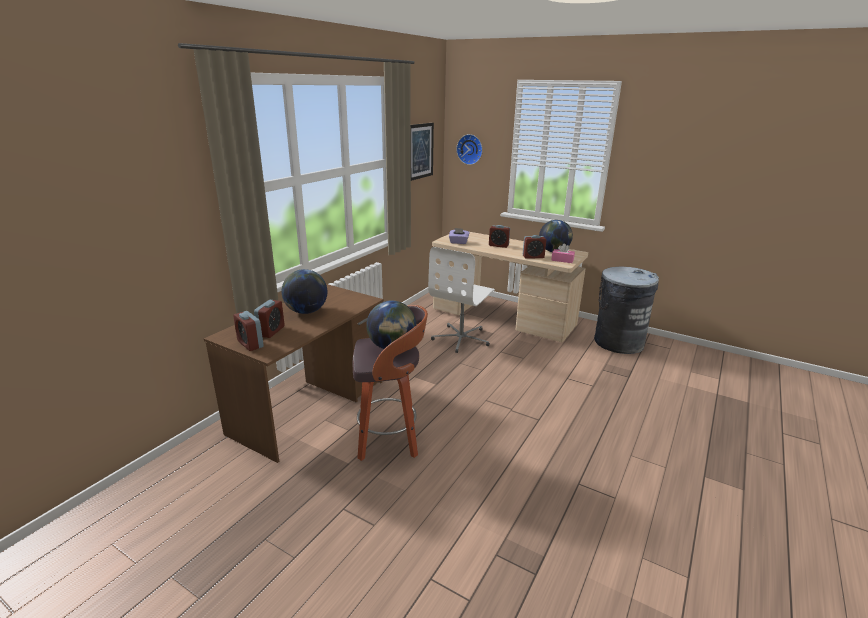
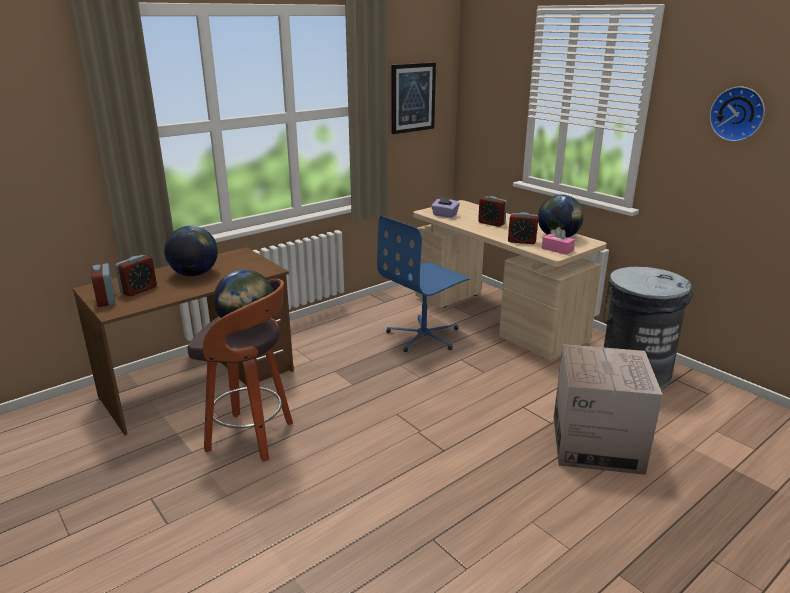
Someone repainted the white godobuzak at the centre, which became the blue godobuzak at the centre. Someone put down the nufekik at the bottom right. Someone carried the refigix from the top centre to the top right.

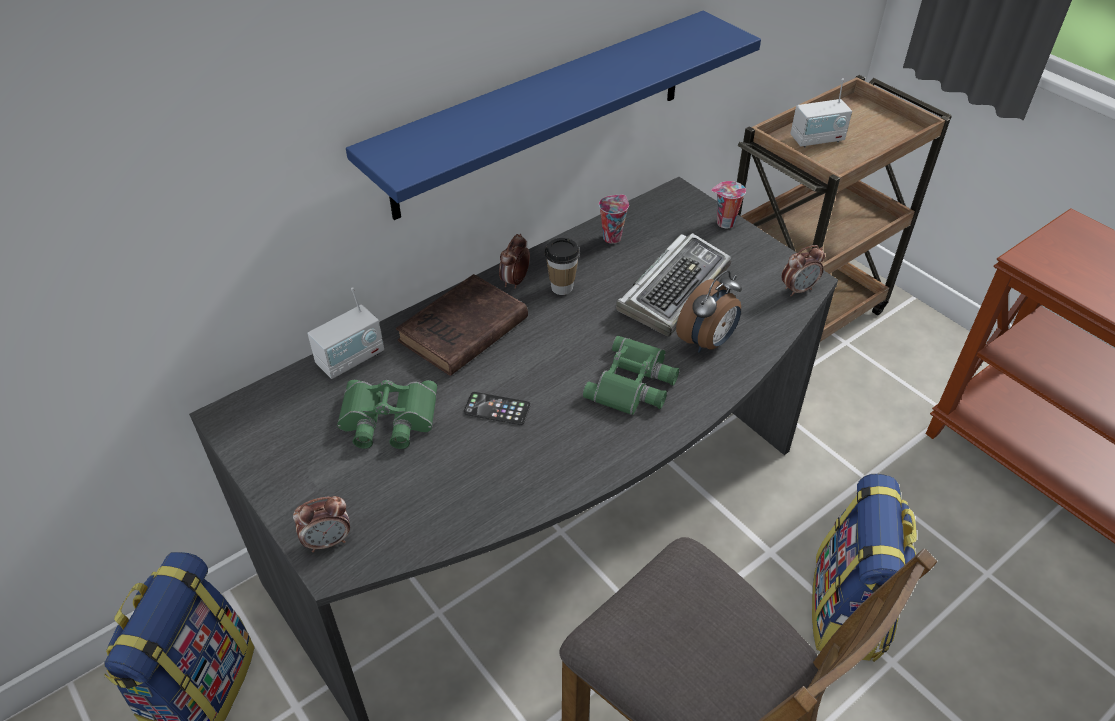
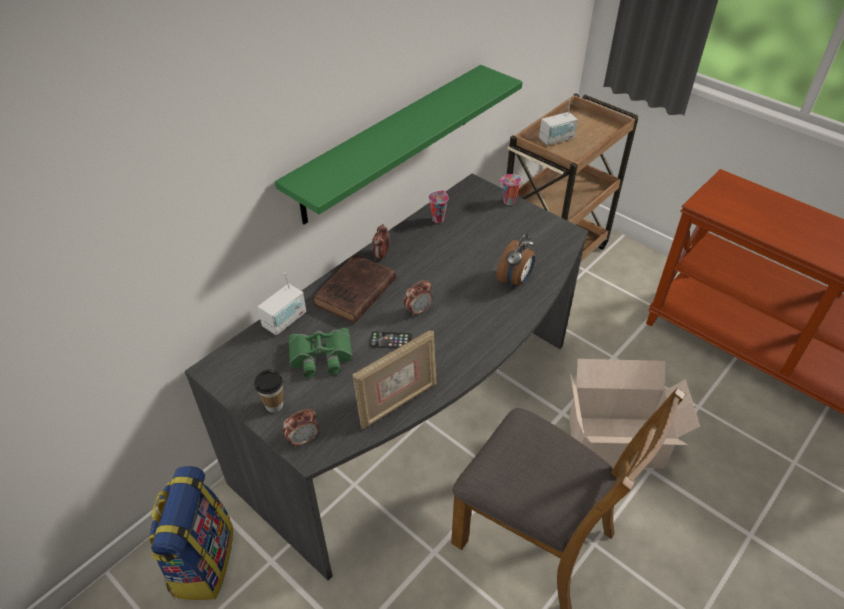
Someone carried the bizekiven (1st from left) from the centre to the middle left. Someone repainted the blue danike at the top centre, which became the green danike at the top centre. Someone put down the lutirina at the centre. Someone carried the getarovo (4th from left in the first image) from the middle right to the centre. Someone swapped the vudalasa (2nd from left) at the bottom right for the nufekik at the bottom right. Someone took away the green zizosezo (2nd from left) at the centre. Someone took away the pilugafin at the centre.

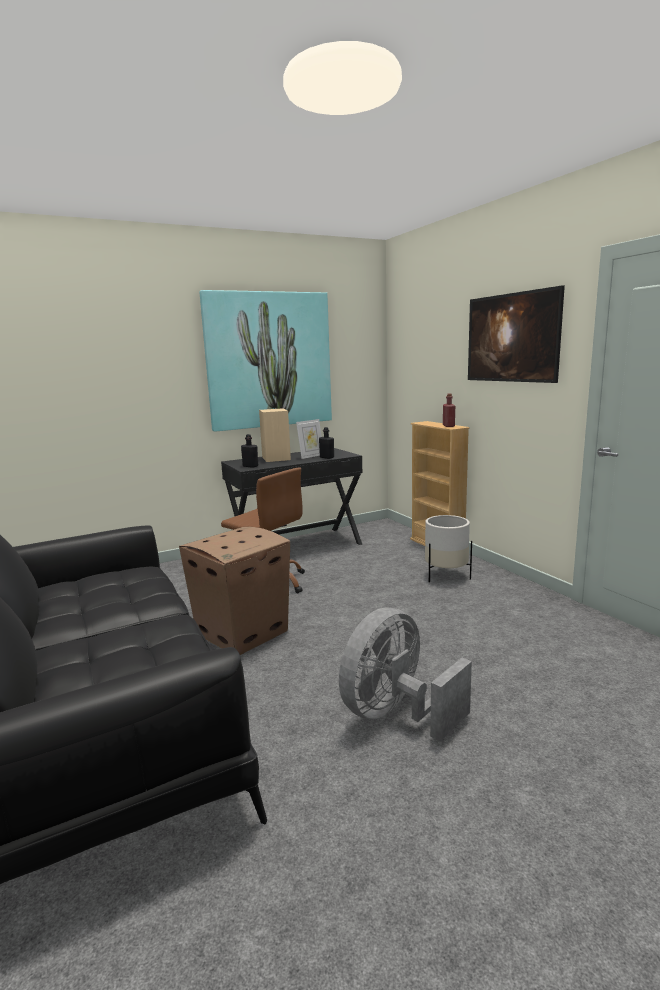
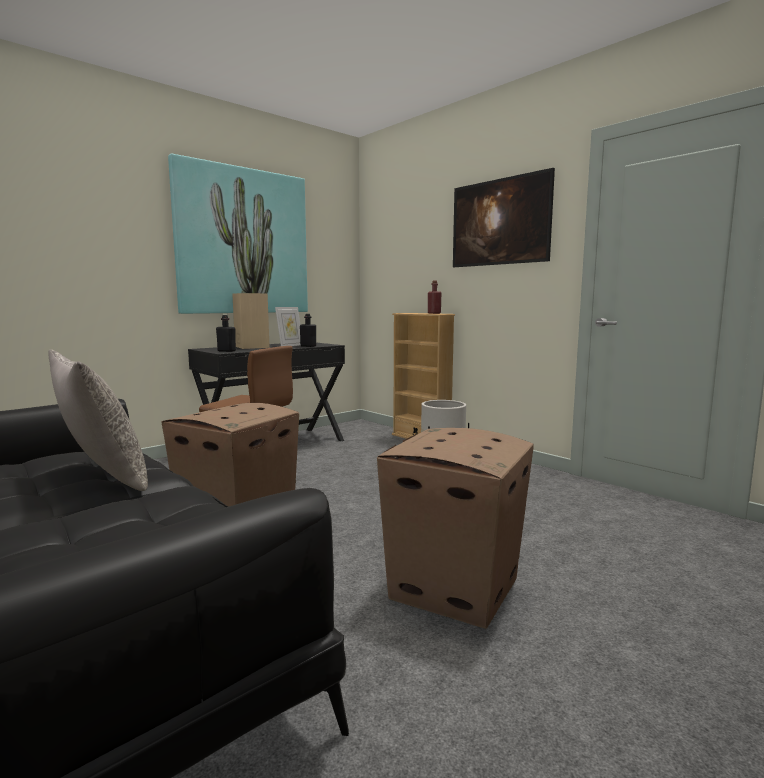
Someone put down the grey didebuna at the middle left. Someone swapped the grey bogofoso at the bottom centre for the nufekik (2nd from left) at the bottom centre.

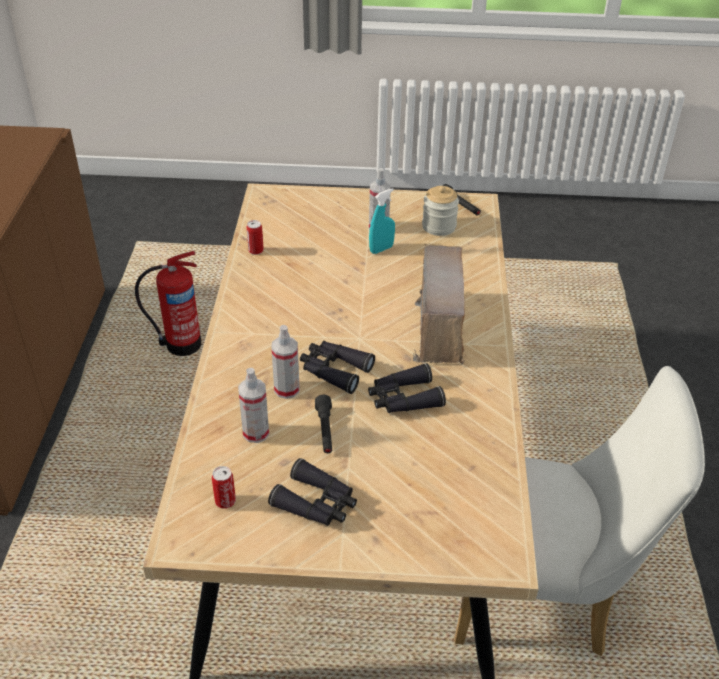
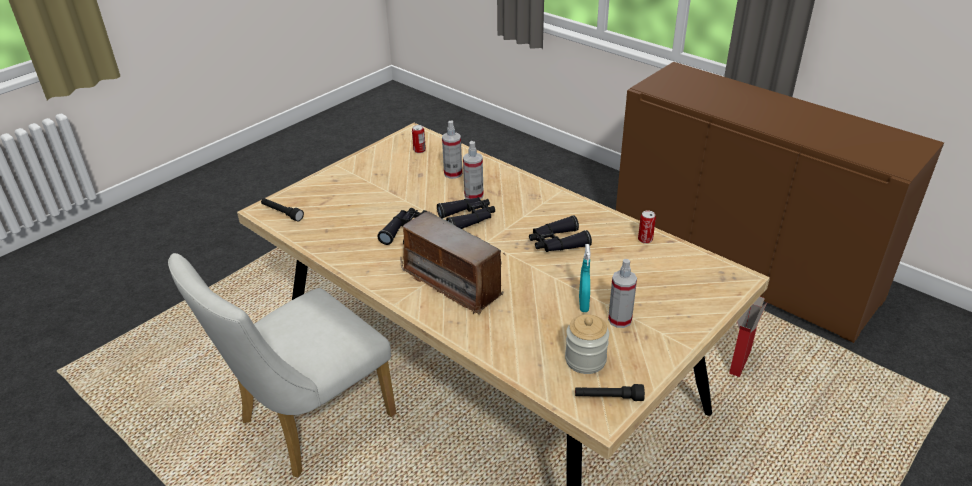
Someone carried the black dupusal (1st from left) from the centre to the middle left. Someone carried the black zizosezo (1st from left in the first image) from the bottom centre to the centre. Someone swapped the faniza at the middle left for the nufekik at the bottom right.

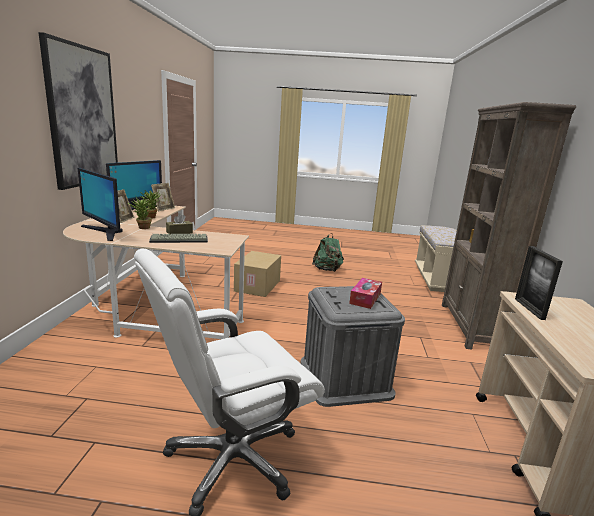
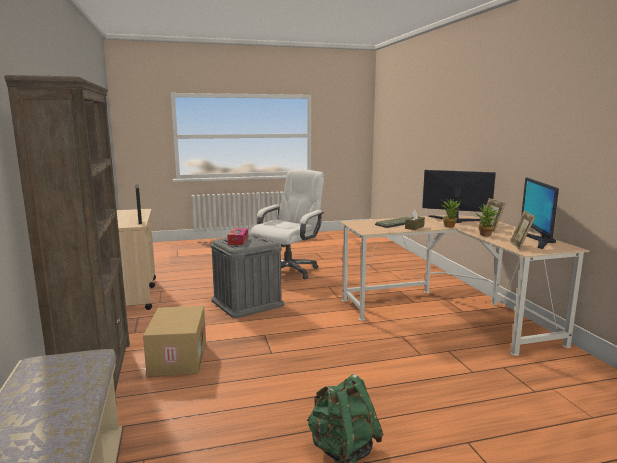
Someone carried the nufekik from the centre to the bottom left. Someone took away the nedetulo at the top left.

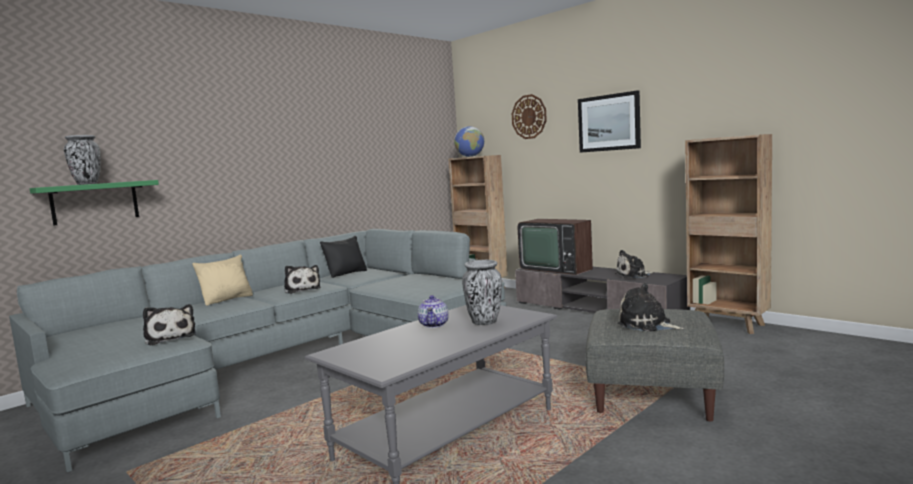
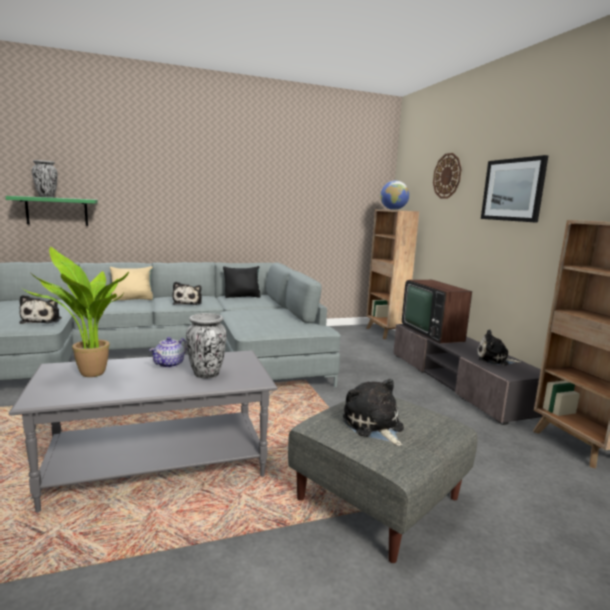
Someone put down the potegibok at the middle left.

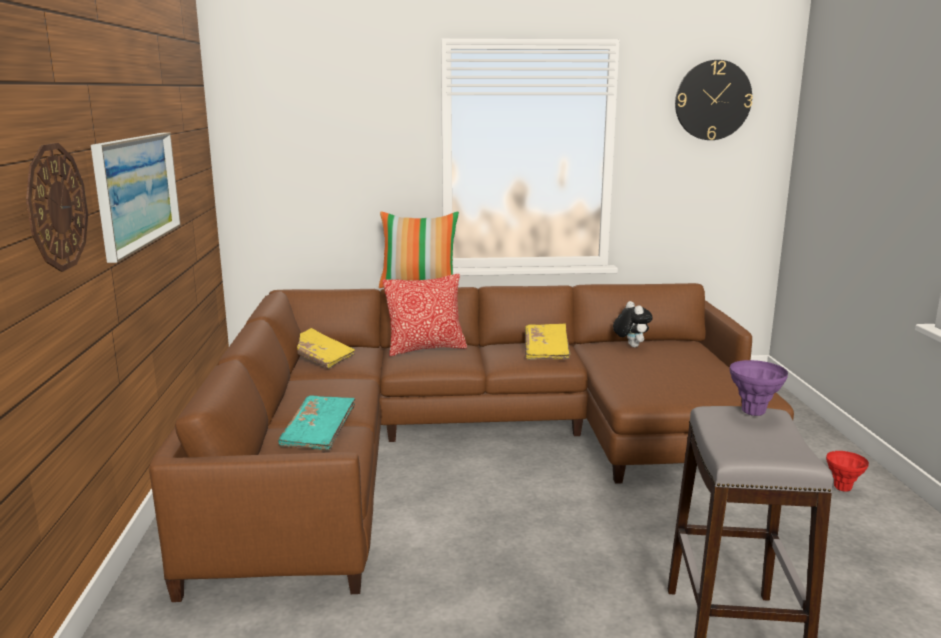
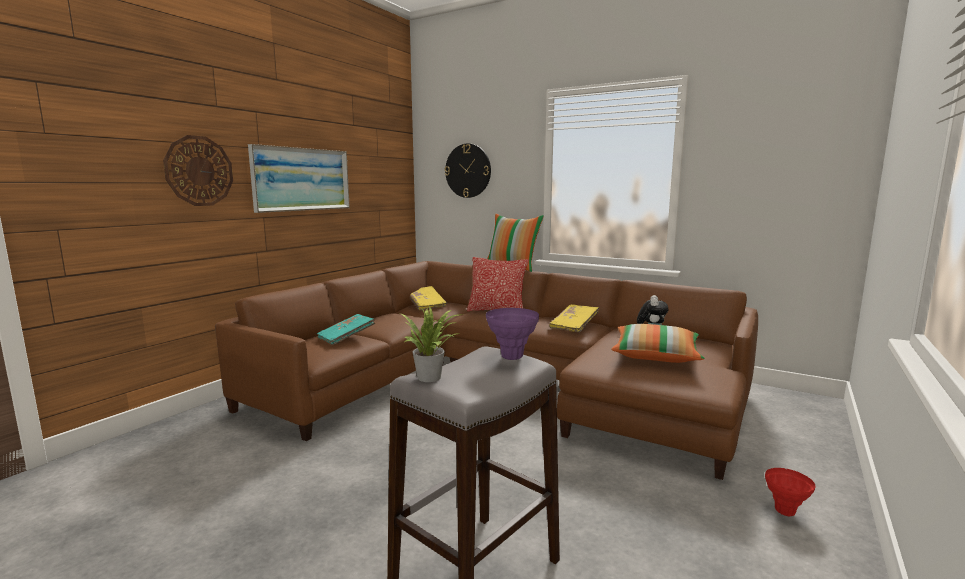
Someone put down the potegibok at the centre. Someone carried the refigix (2nd from left) from the top right to the top centre. Someone put down the didebuna (3rd from left) at the middle right.

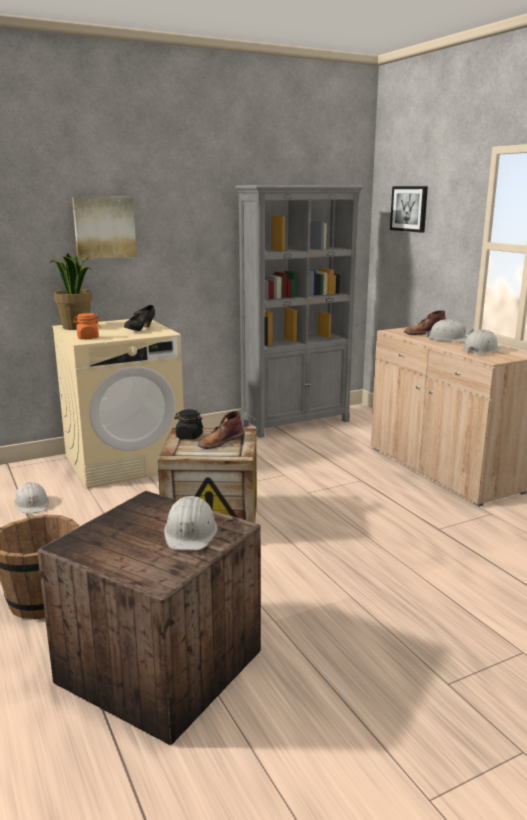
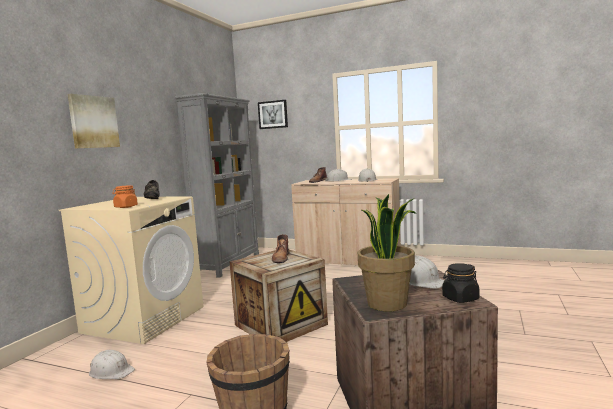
Someone carried the potegibok from the middle left to the centre. Someone carried the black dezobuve from the centre to the bottom right.

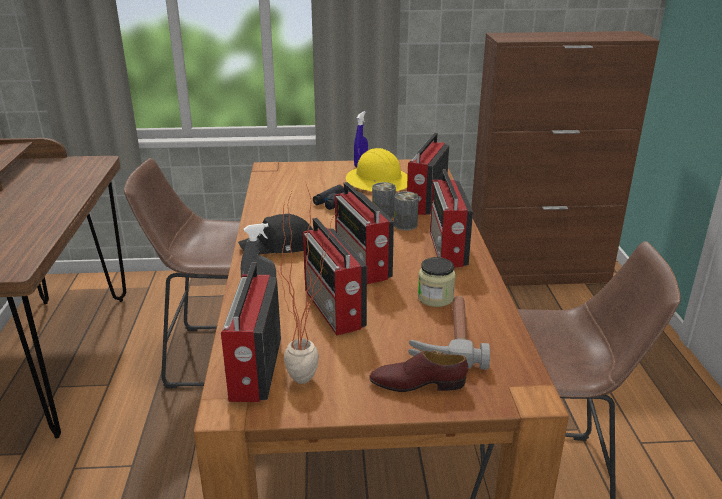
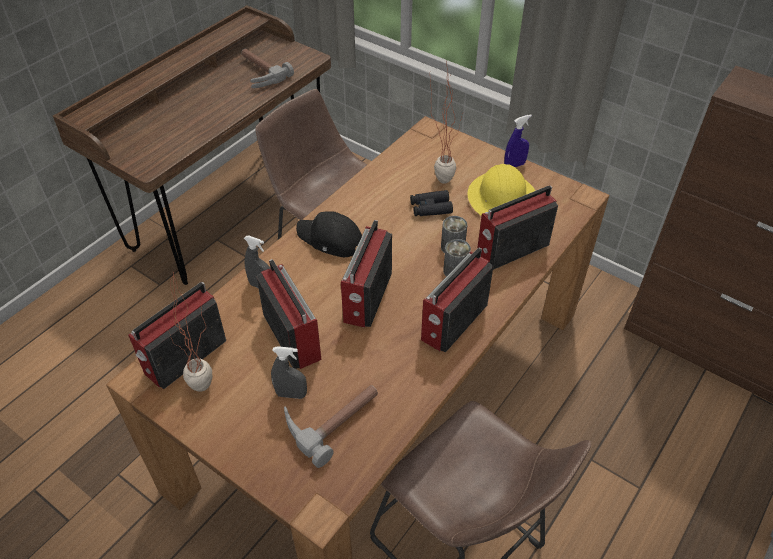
Someone put down the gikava (1st from left) at the top centre. Someone rotated the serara (2nd from left) at the centre by 135 degrees clockwise. Someone put down the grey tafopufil (2nd from left) at the centre. Someone put down the potegibok (2nd from left) at the top centre. Someone took away the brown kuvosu at the bottom centre. Someone took away the dezobuve at the centre.

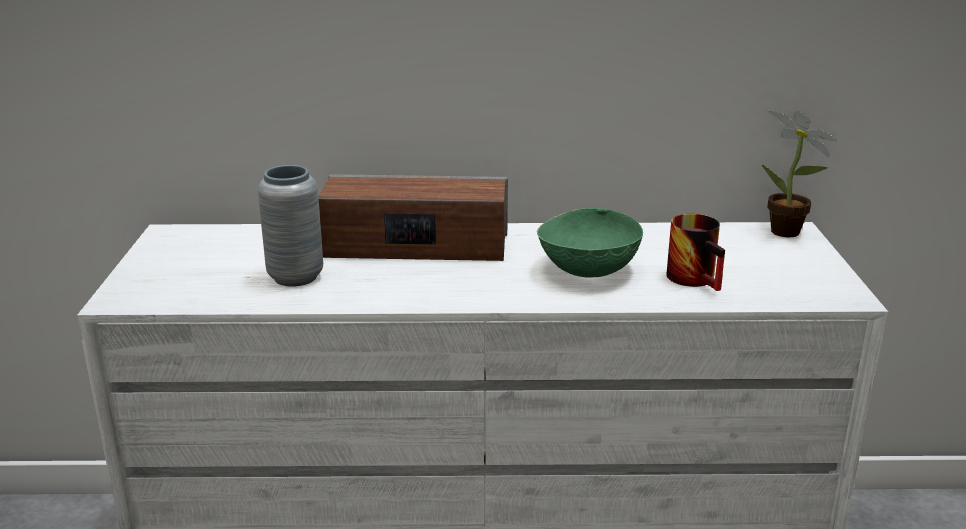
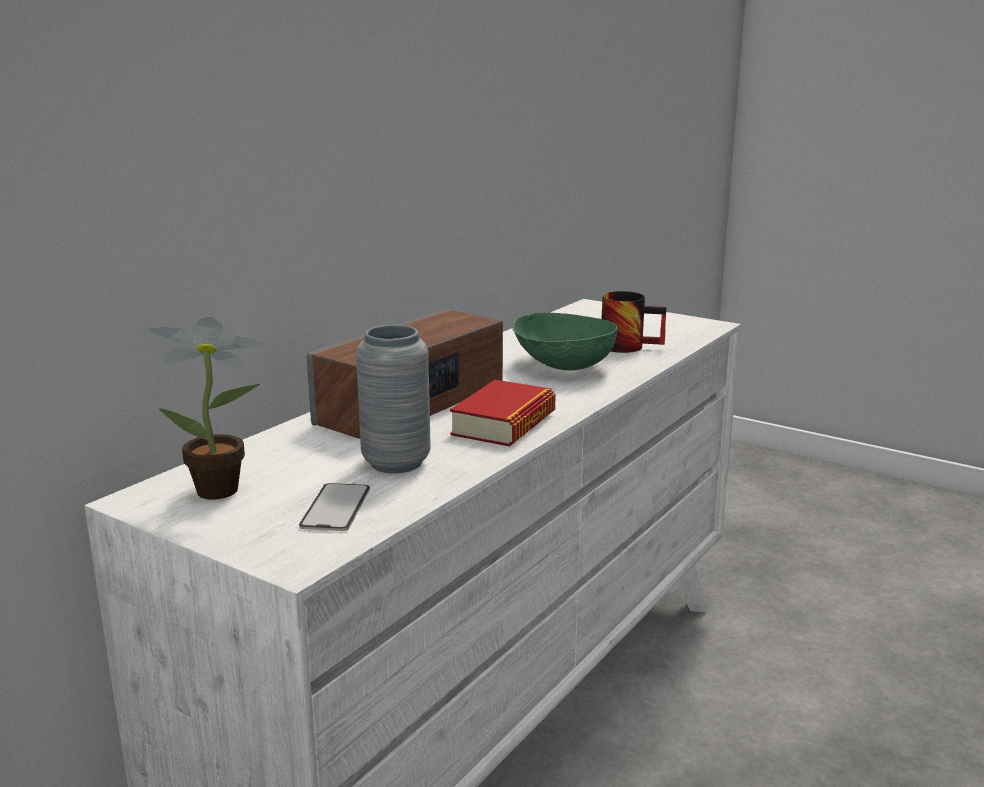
Someone carried the potegibok from the top right to the middle left. Someone put down the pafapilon at the centre. Someone put down the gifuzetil at the centre.

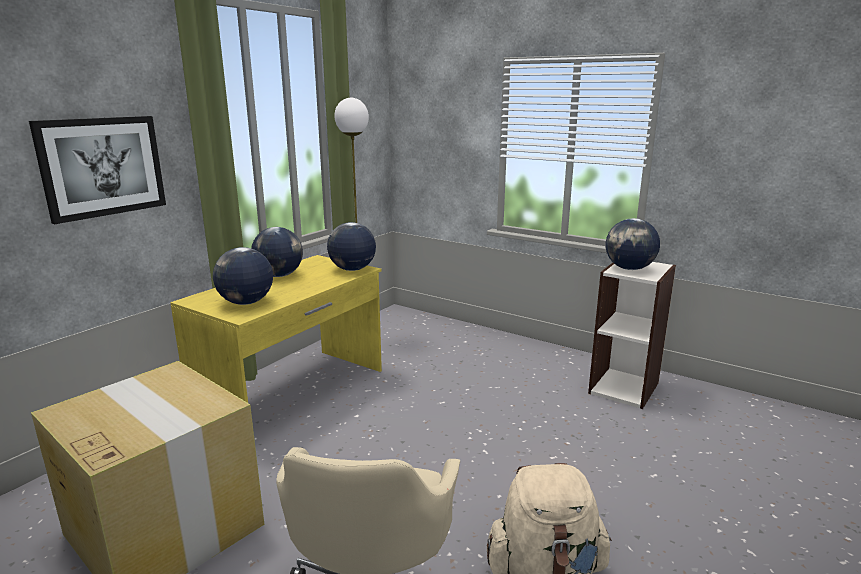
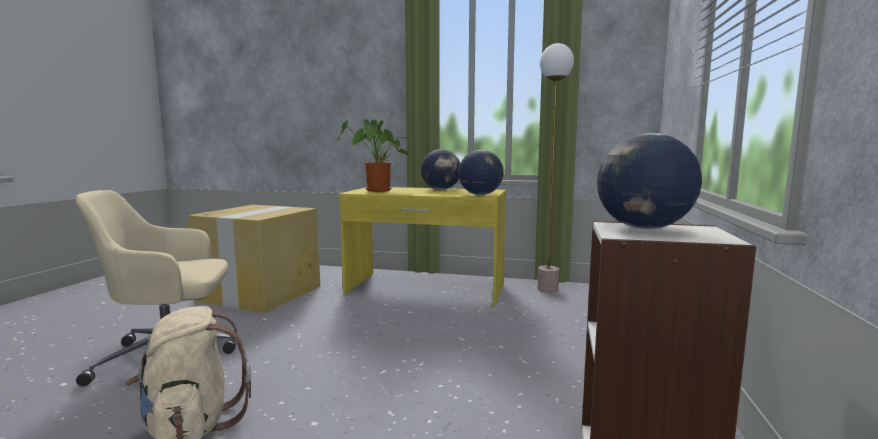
Someone swapped the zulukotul (1st from left) at the middle left for the potegibok at the centre. Someone took away the nedetulo at the top left.

